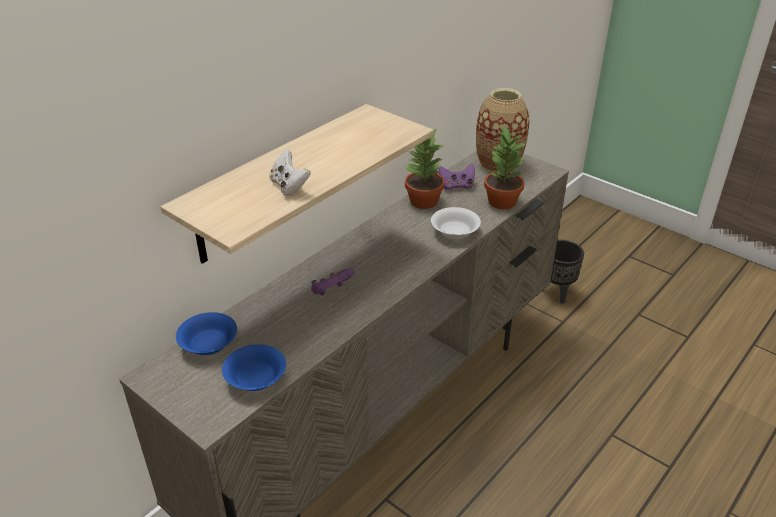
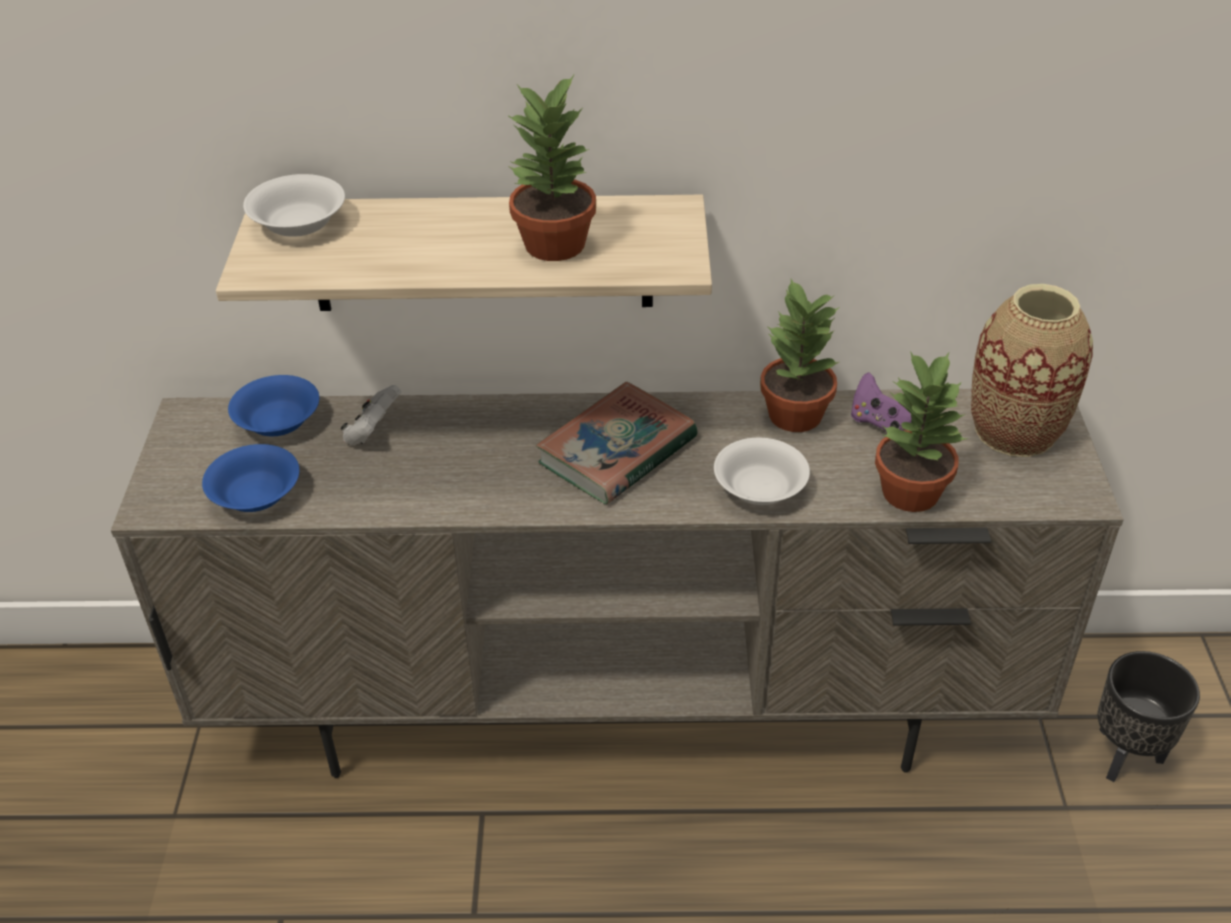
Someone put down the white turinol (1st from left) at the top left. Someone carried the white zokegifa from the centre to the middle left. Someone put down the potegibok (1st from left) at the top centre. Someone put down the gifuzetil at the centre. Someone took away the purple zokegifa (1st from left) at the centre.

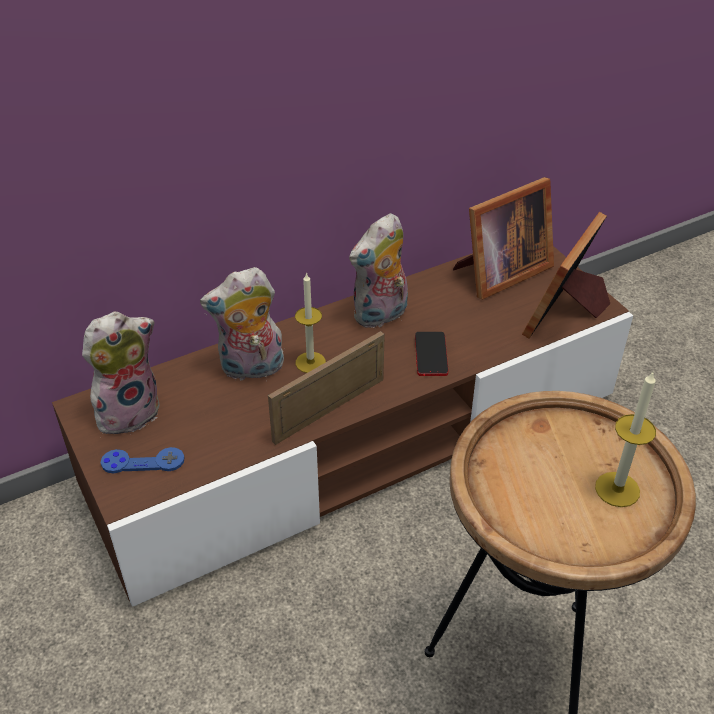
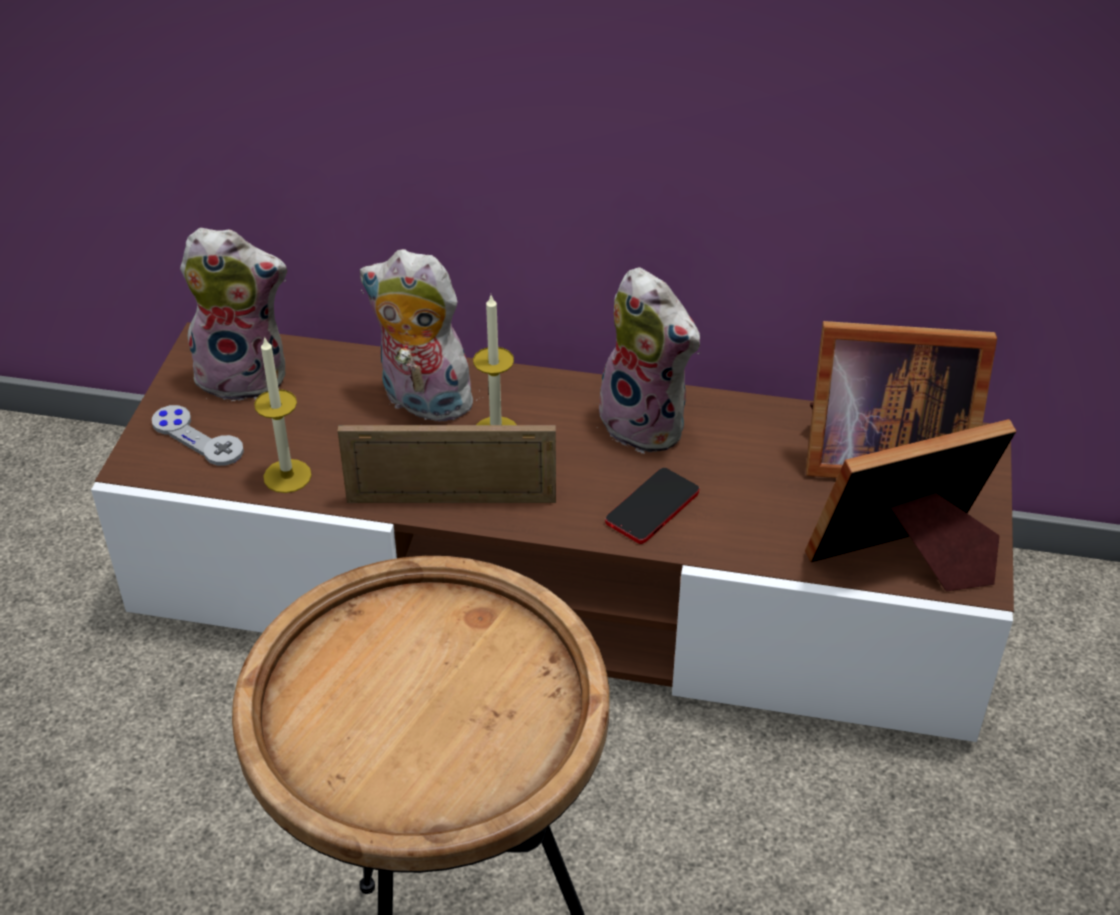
Someone repainted the blue zokegifa at the middle left, which became the grey zokegifa at the middle left. Someone carried the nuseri (2nd from left in the first image) from the middle right to the middle left. Someone rotated the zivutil (3rd from left) at the centre by 135 degrees counterclockwise.

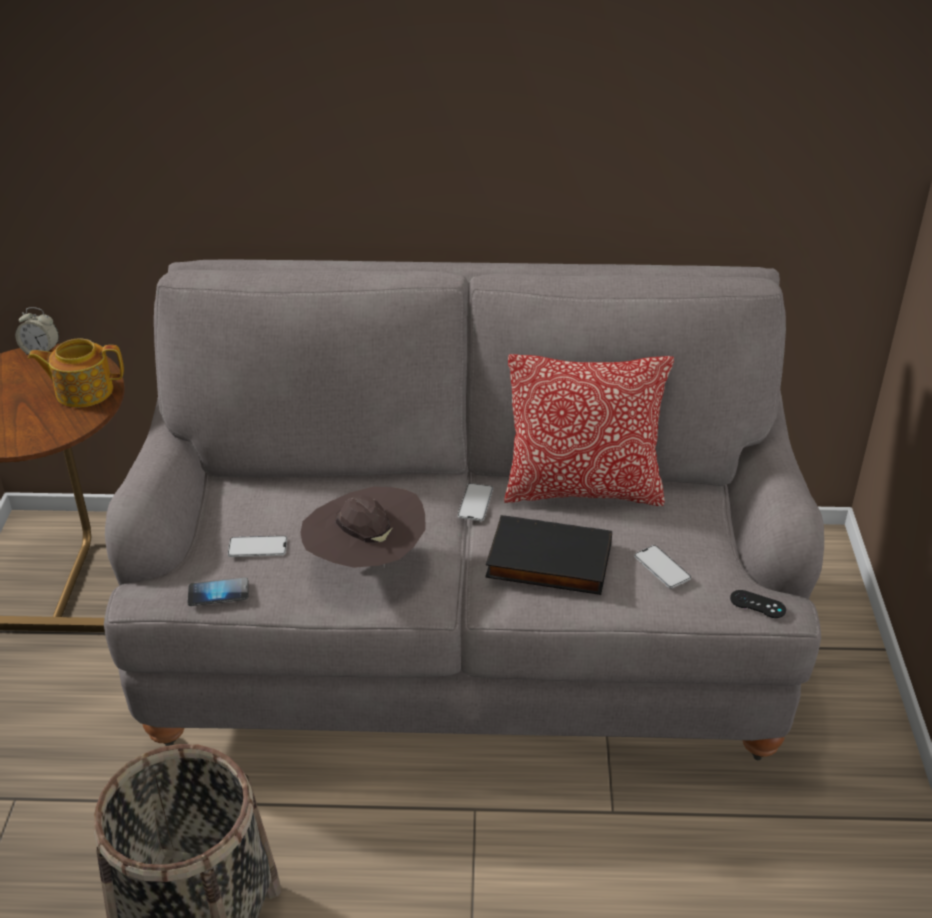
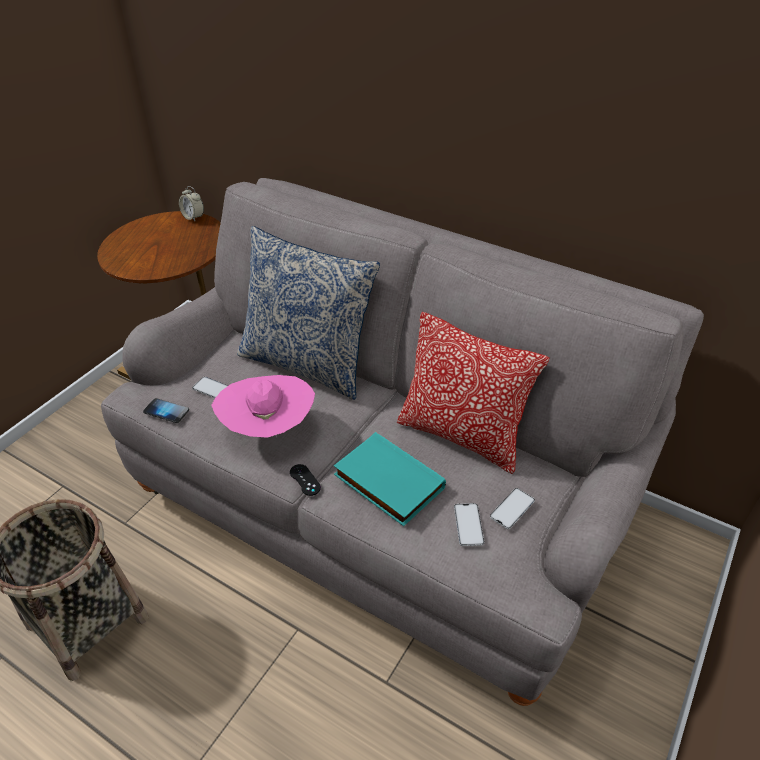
Someone repainted the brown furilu at the centre, which became the pink furilu at the centre. Someone put down the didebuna (1st from left) at the centre. Someone carried the black zokegifa from the middle right to the centre. Someone repainted the black gifuzetil at the centre, which became the turquoise gifuzetil at the centre. Someone carried the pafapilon (3rd from left in the first image) from the centre to the bottom right. Someone took away the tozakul at the middle left.

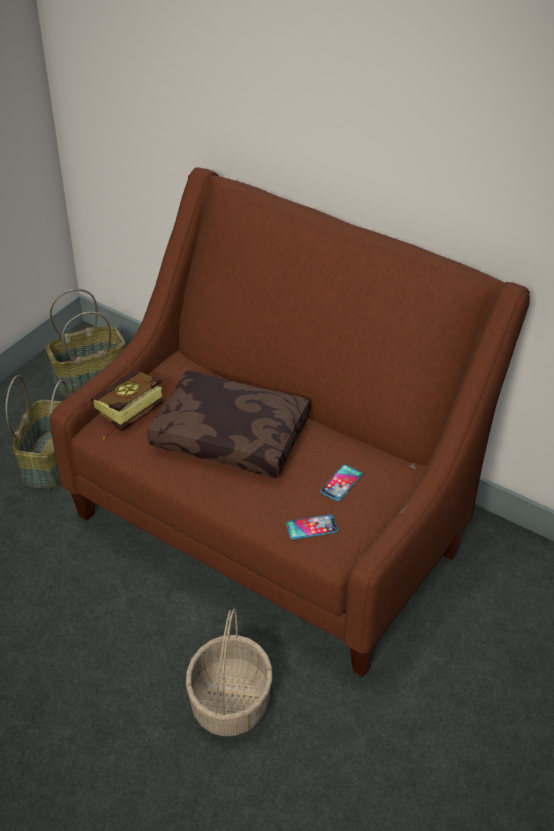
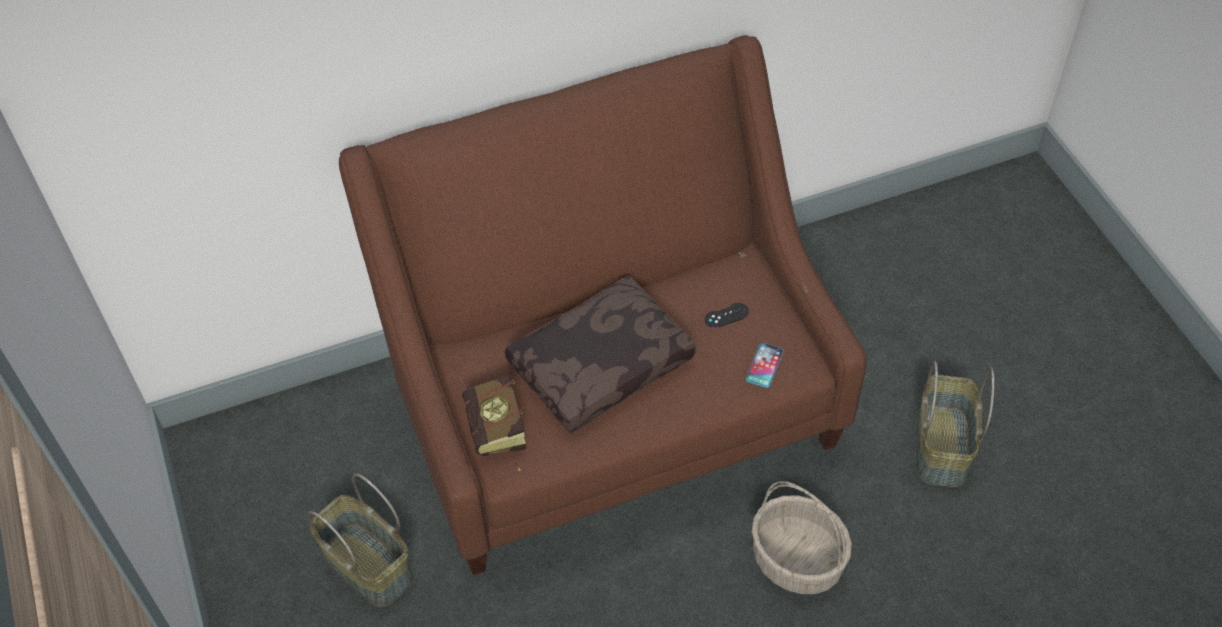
Someone swapped the pafapilon (2nd from left) at the centre for the black zokegifa at the centre. Someone carried the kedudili (2nd from left in the first image) from the middle left to the bottom right.

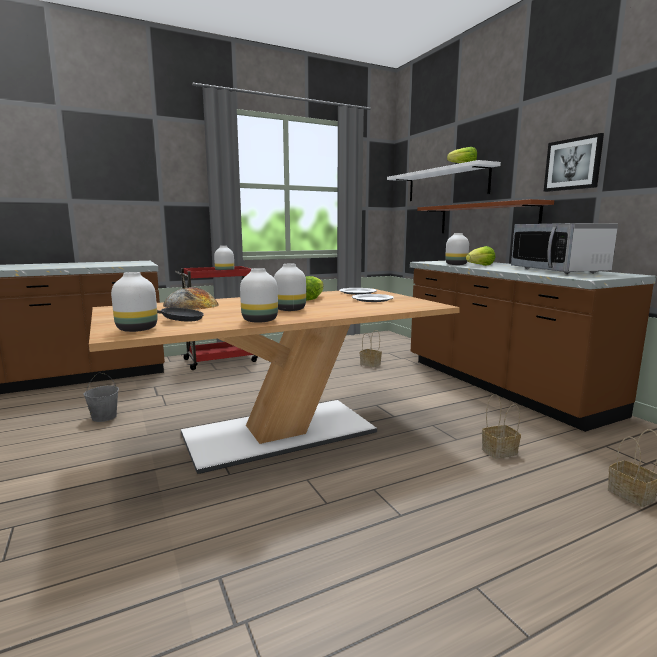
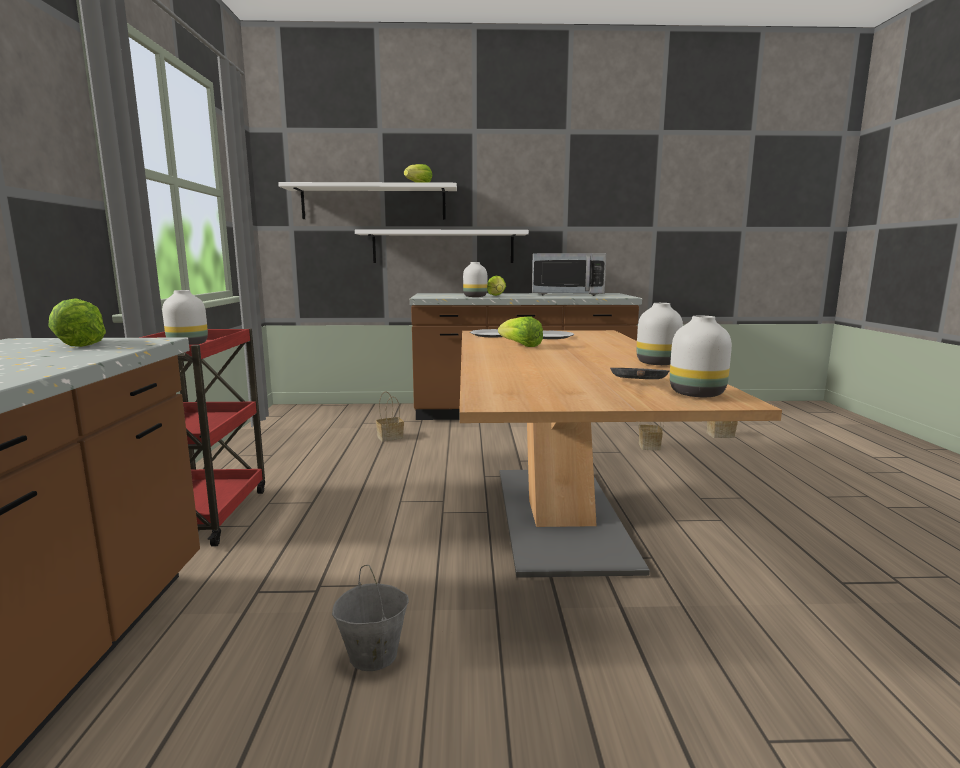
Someone put down the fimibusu (1st from left) at the middle left. Someone repainted the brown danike at the top right, which became the white danike (2nd from left) at the top centre. Someone took away the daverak at the middle left. Someone took away the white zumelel (4th from left) at the centre. Someone took away the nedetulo at the top right.

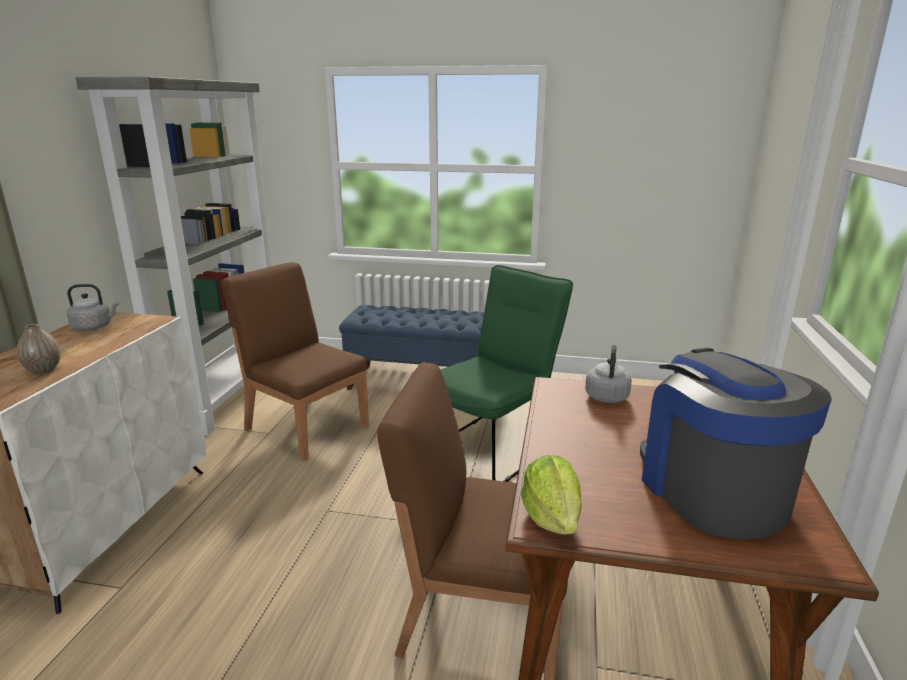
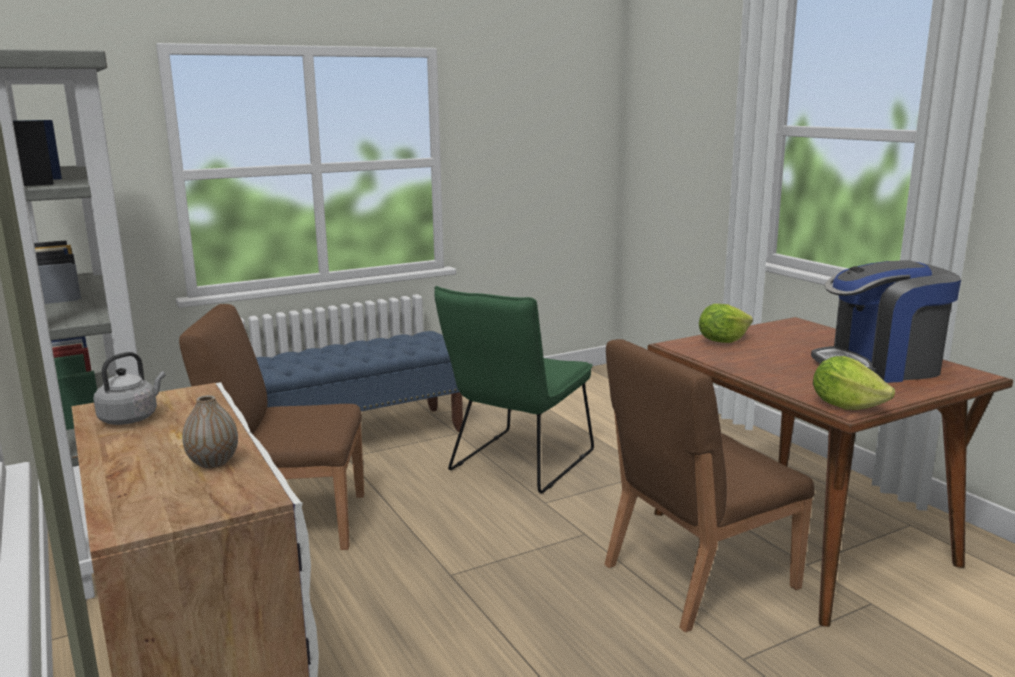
Someone rotated the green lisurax at the centre by 150 degrees counterclockwise. Someone swapped the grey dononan (2nd from left) at the middle right for the fimibusu (1st from left) at the middle right. Someone rotated the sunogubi at the middle right by 45 degrees counterclockwise.

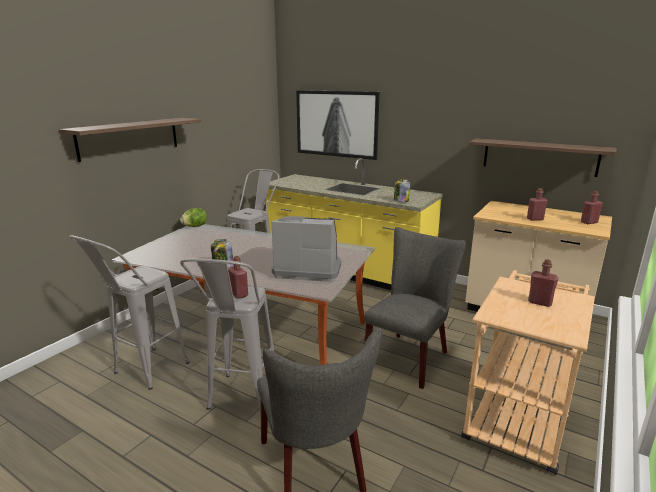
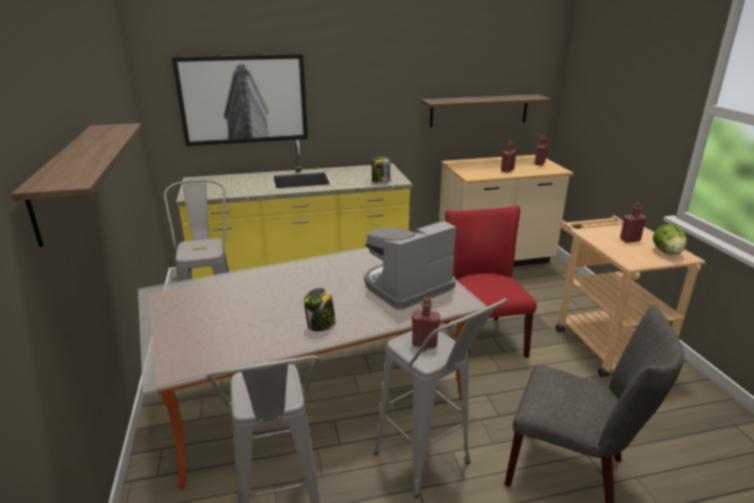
Someone repainted the grey lisurax (2nd from left) at the centre, which became the red lisurax at the centre. Someone carried the fimibusu from the middle left to the middle right.

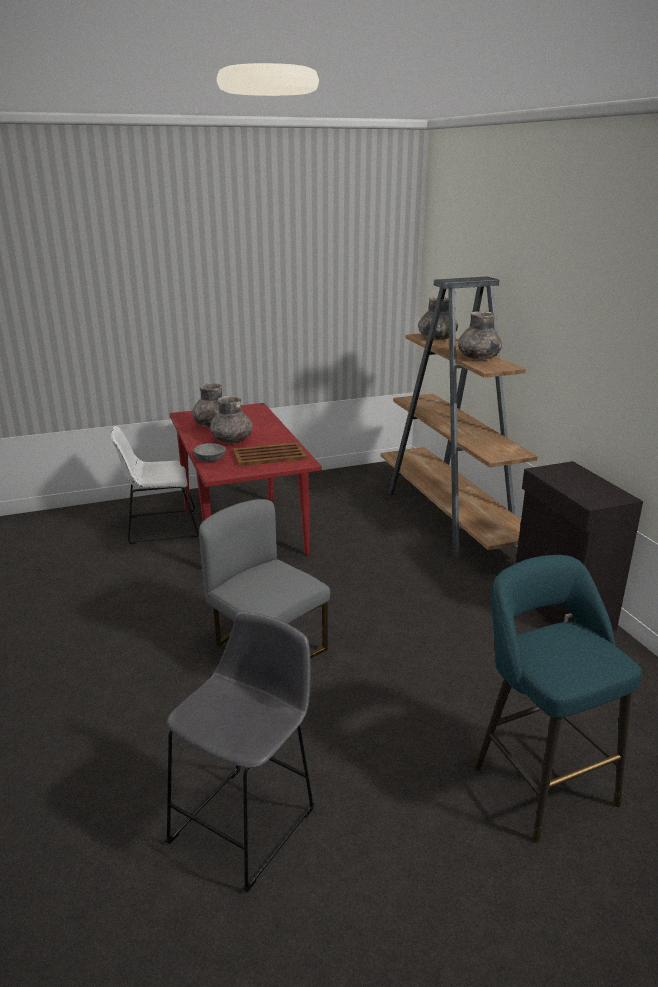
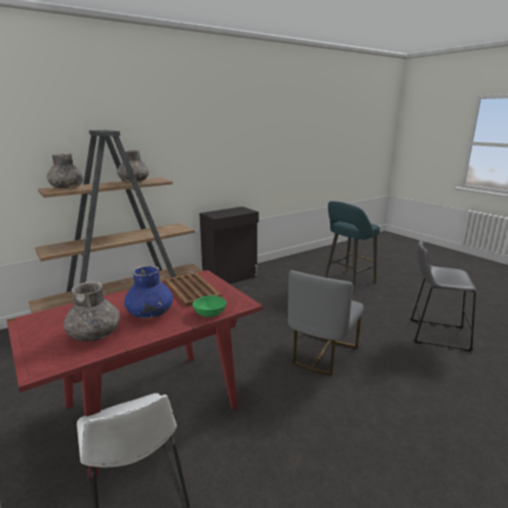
Someone repainted the grey zumelel (2nd from left) at the centre, which became the blue zumelel at the middle left. Someone repainted the grey turinol at the middle left, which became the green turinol at the centre.

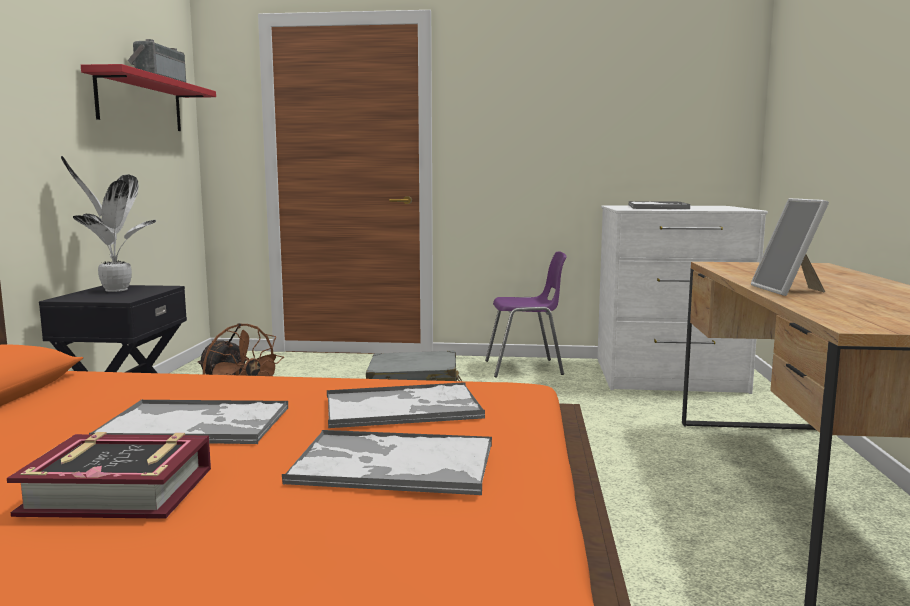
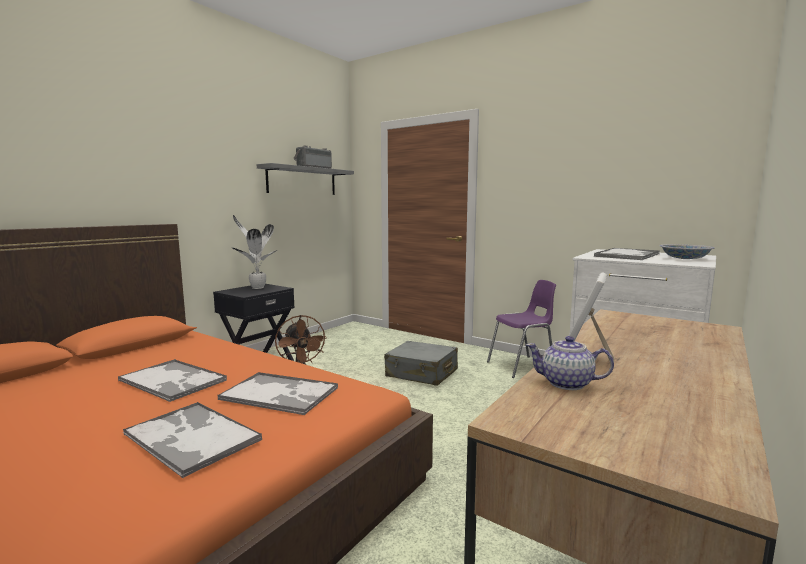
Someone repainted the red danike at the top left, which became the grey danike at the top centre. Someone rotated the purple lisurax at the centre by 45 degrees counterclockwise. Someone put down the tozakul at the middle right. Someone put down the turinol at the middle right. Someone took away the gifuzetil at the bottom left.

